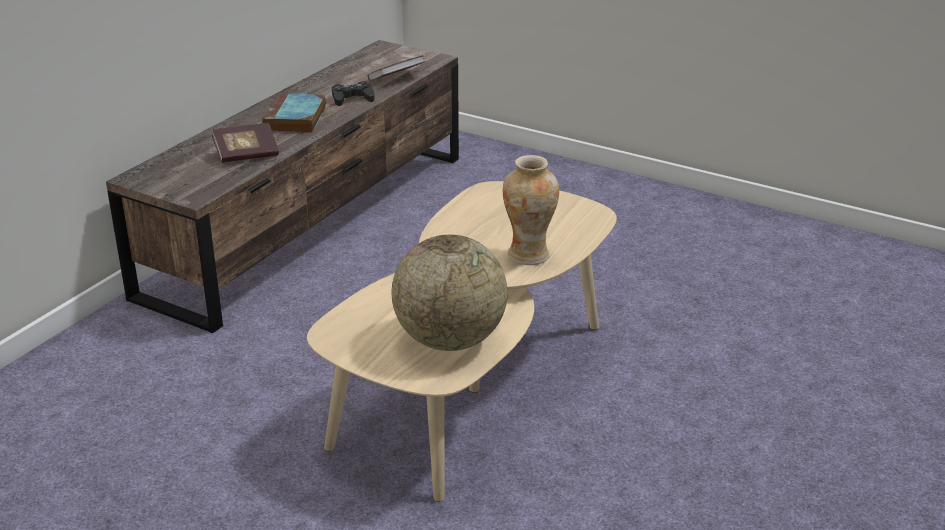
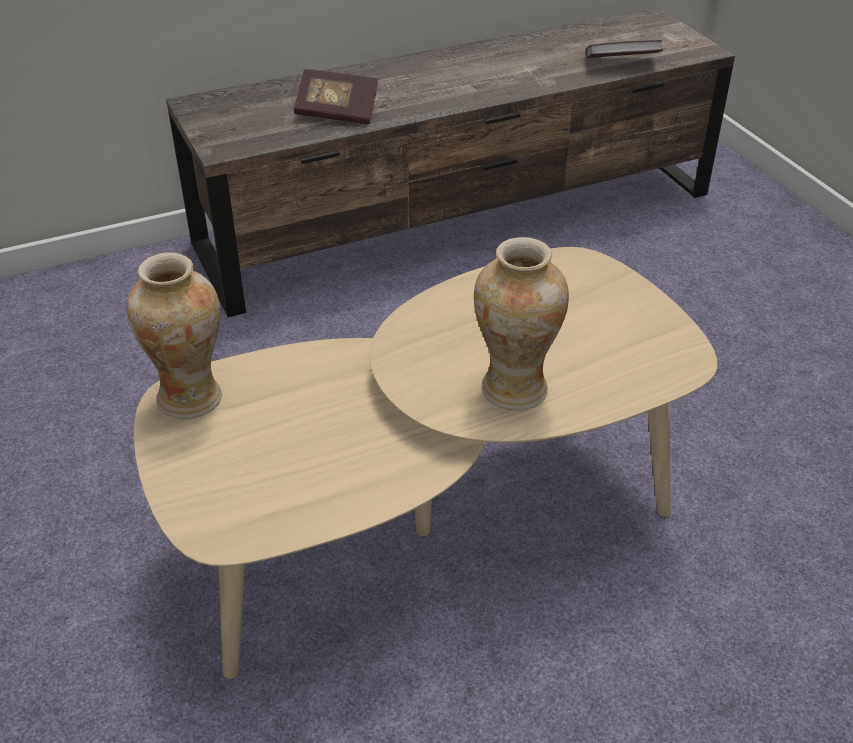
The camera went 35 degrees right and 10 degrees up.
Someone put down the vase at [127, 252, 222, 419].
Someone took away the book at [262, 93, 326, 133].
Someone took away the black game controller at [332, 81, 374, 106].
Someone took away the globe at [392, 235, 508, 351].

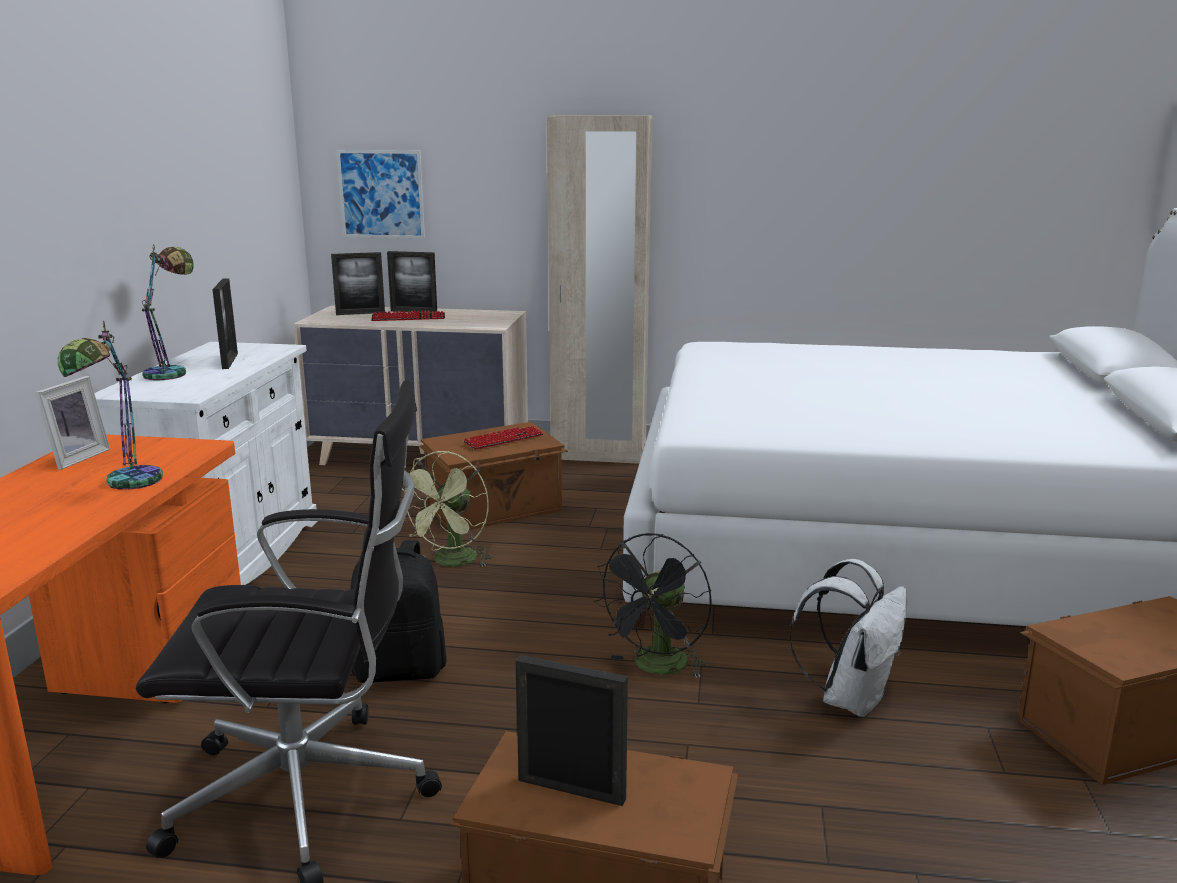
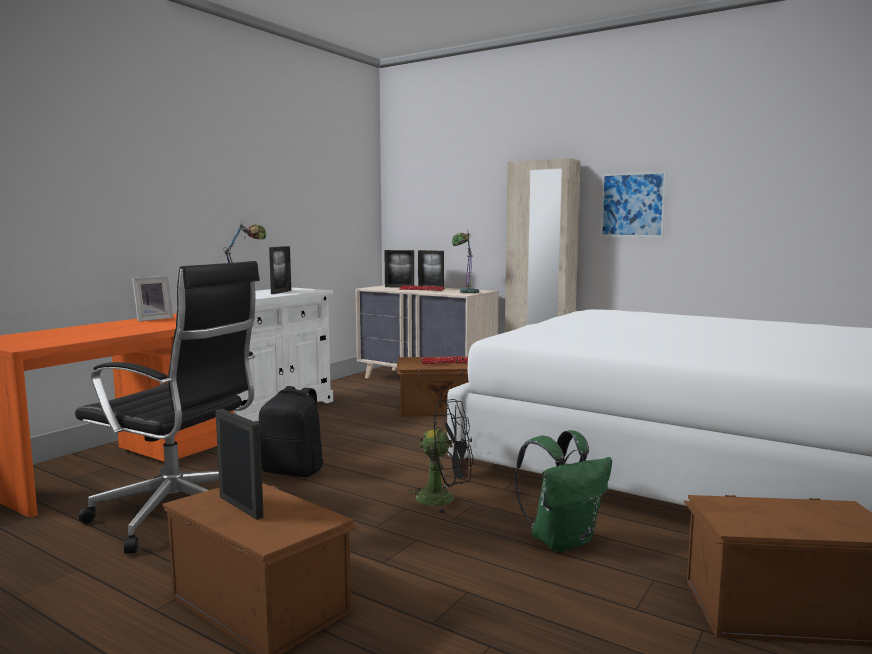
The camera went 25 degrees right and 10 degrees down.
Someone rotated the black fan at [594, 533, 712, 678] by 135 degrees counterclockwise.
Someone carried the table lamp from [58, 321, 163, 490] to [452, 232, 479, 293].
Someone repainted the white backpack at [789, 559, 907, 717], which became the green backpack at [515, 430, 612, 552].
Someone carried the picture from [337, 150, 425, 239] to [600, 171, 667, 237].
Someone took away the green fan at [402, 451, 492, 567].

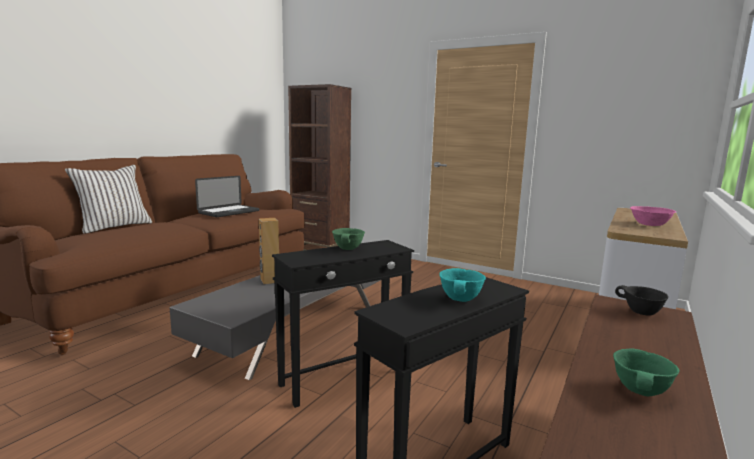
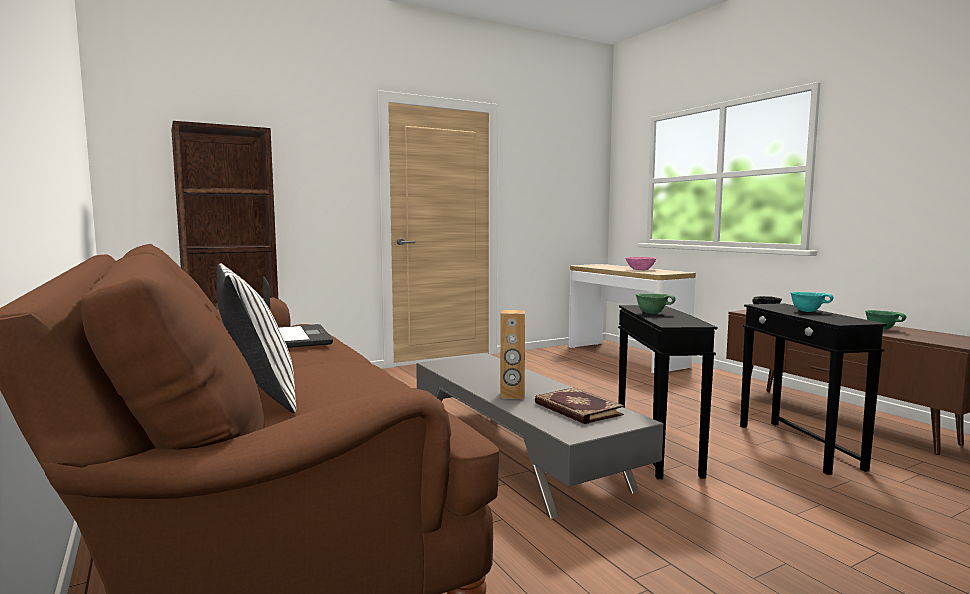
The camera went 60 degrees left and 5 degrees down.
Someone put down the book at [535, 387, 624, 424].

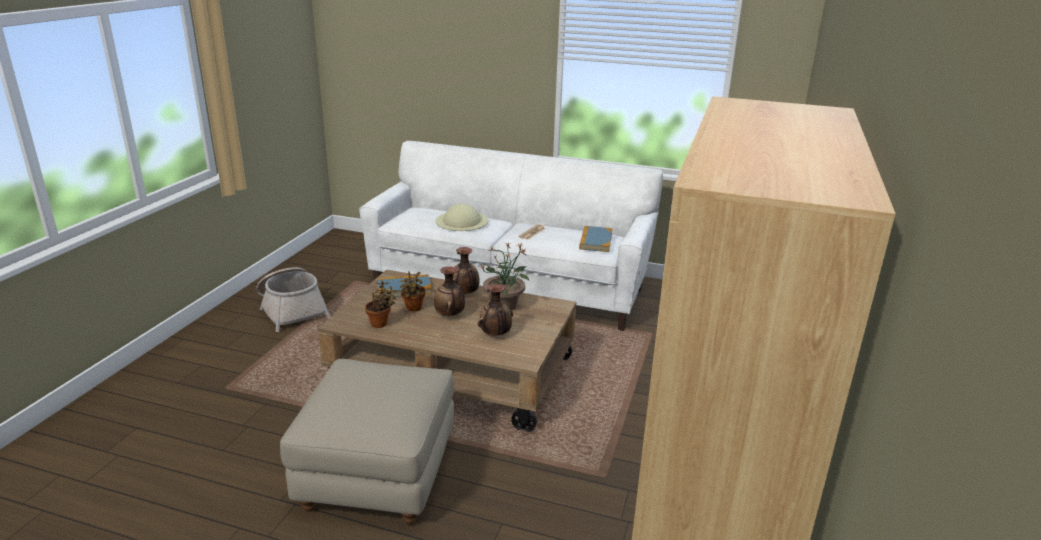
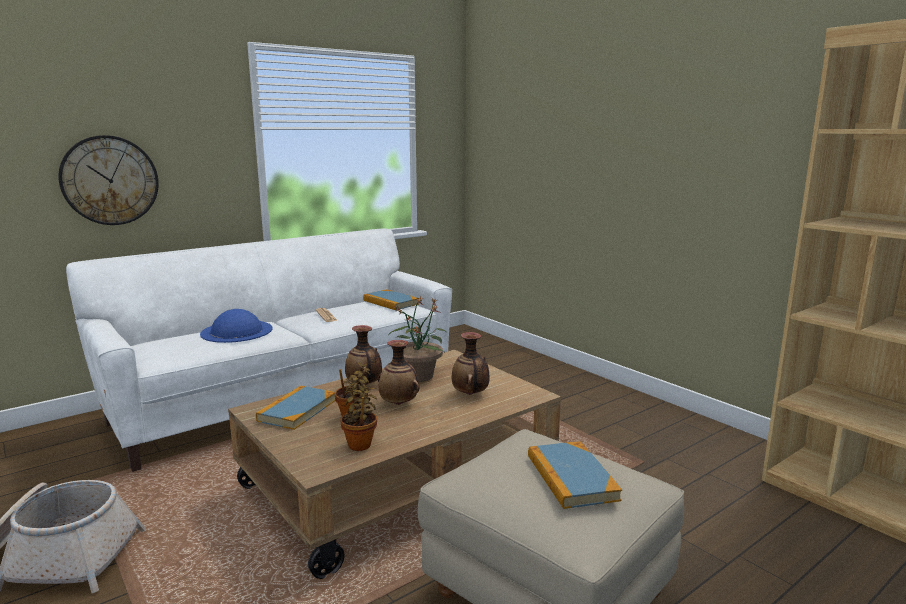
The camera went 55 degrees left and 10 degrees down.
Someone put up the wall clock at [59, 135, 159, 225].
Someone repainted the beige hat at [435, 204, 488, 231], which became the blue hat at [200, 309, 272, 343].
Someone put down the book at [528, 441, 622, 509].

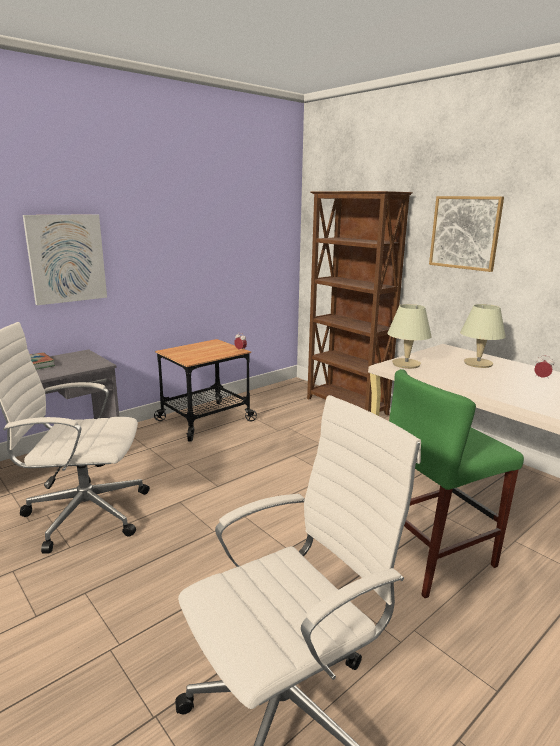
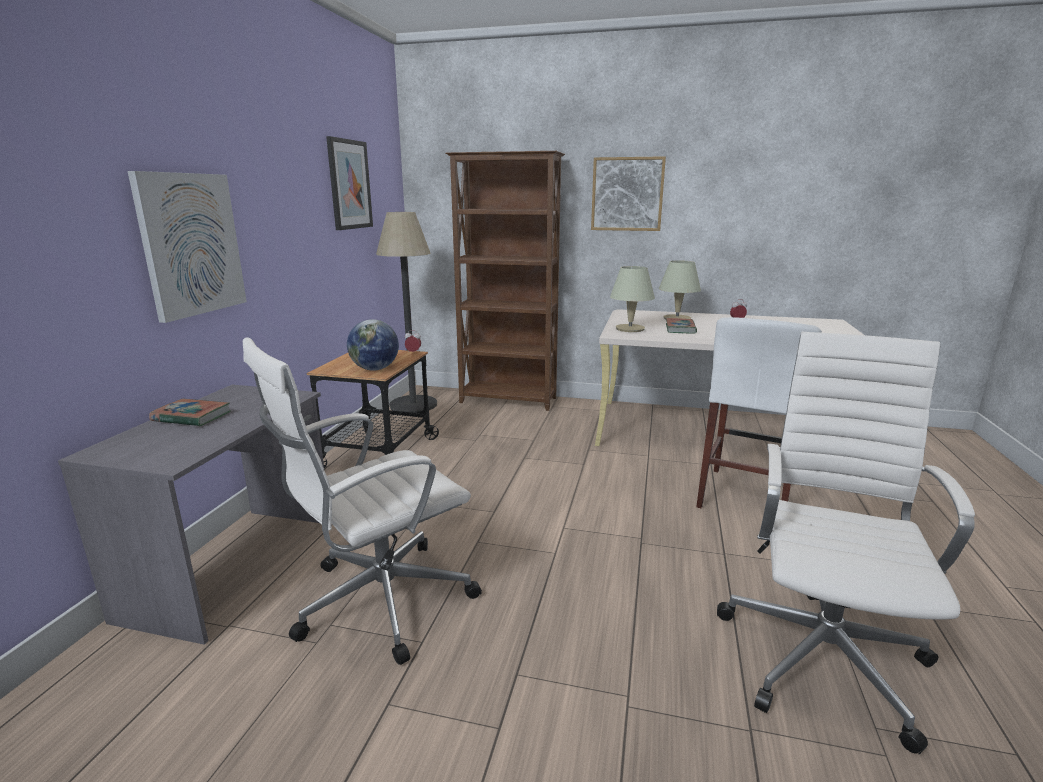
The camera went 35 degrees left and 0 degrees up.
Someone put up the picture at [326, 136, 373, 230].
Someone put down the globe at [347, 319, 399, 371].
Someone put down the floor lamp at [376, 212, 437, 413].
Someone put down the book at [666, 318, 697, 333].
Someone repainted the green stool at [389, 369, 524, 598], which became the white stool at [696, 317, 822, 508].

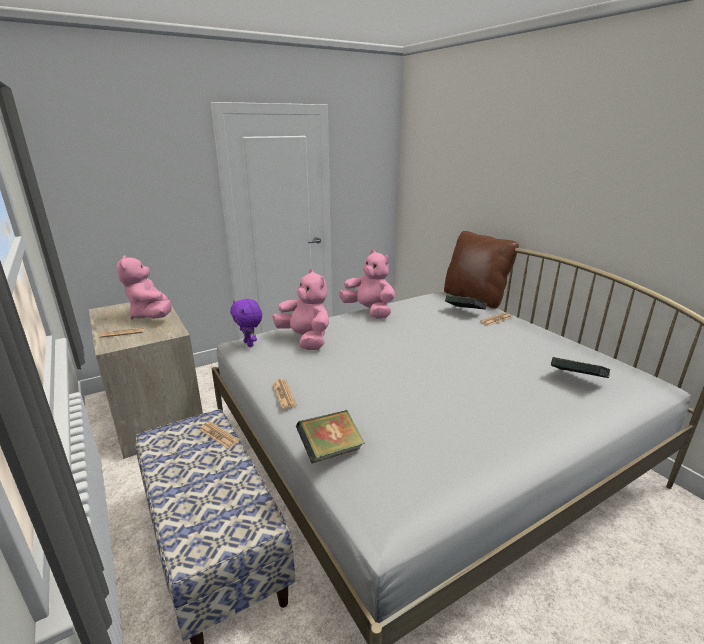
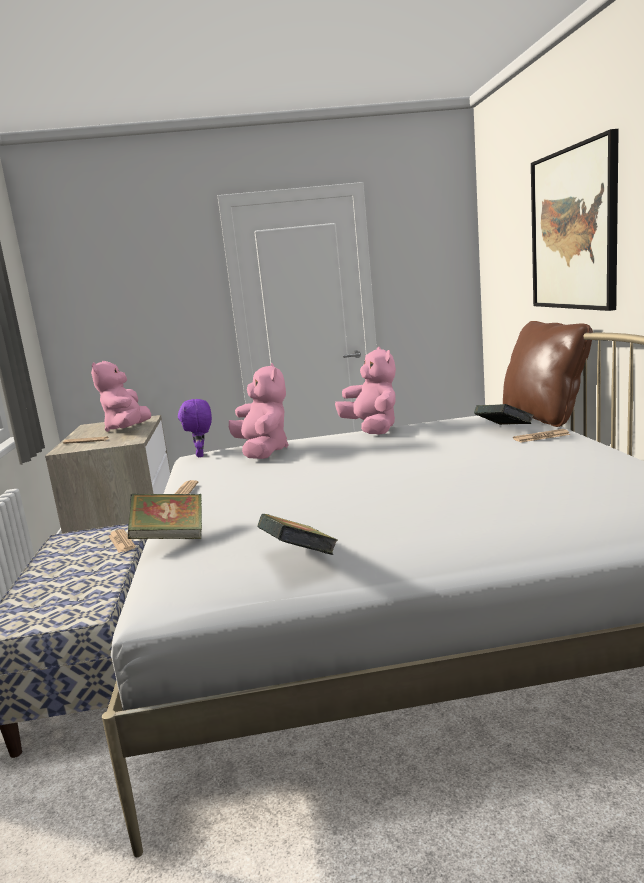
The camera went 25 degrees right and 10 degrees down.
Someone carried the book from [551, 357, 610, 378] to [257, 514, 338, 555].
Someone put up the picture at [531, 129, 619, 311].

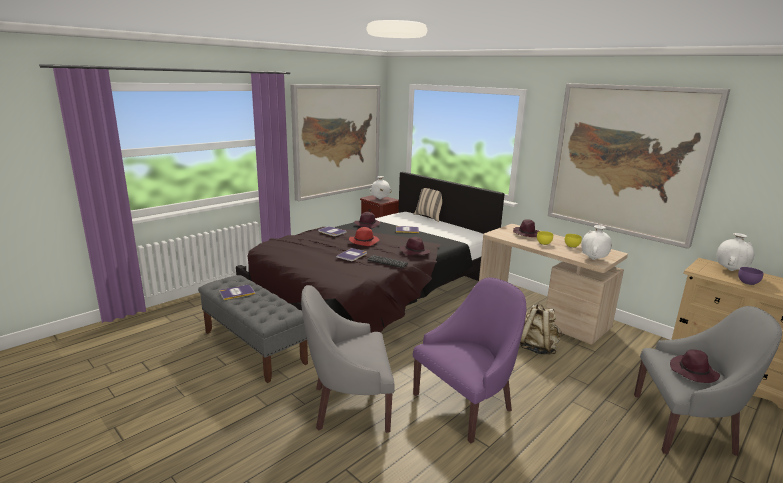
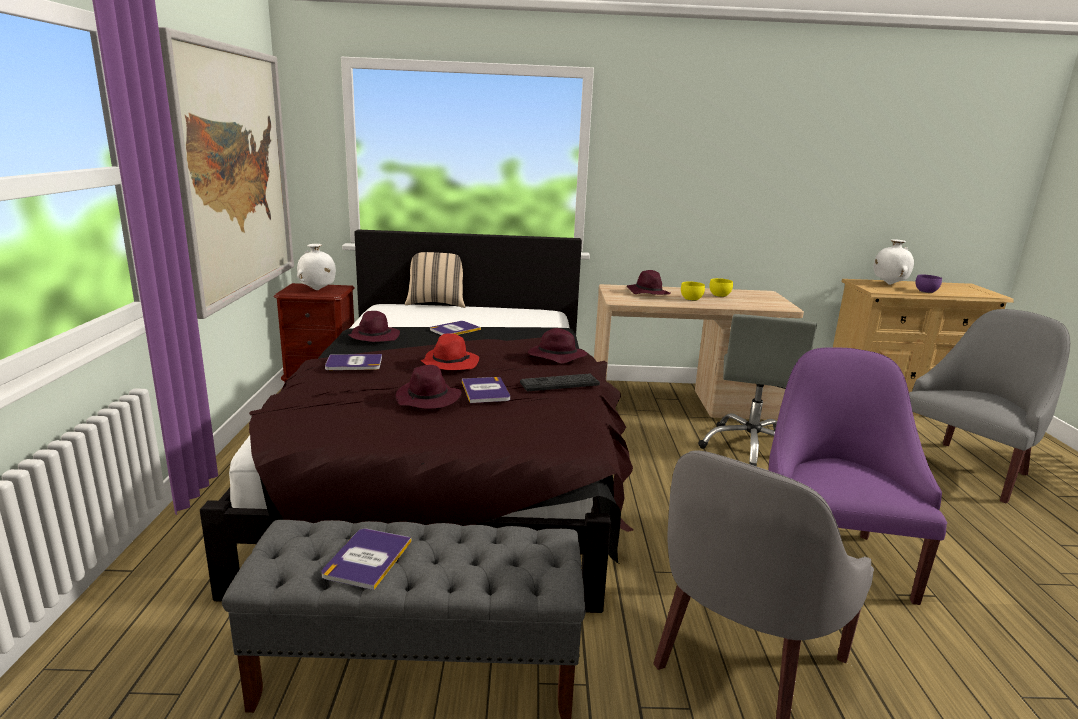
The camera went 45 degrees left and 0 degrees up.
Someone carried the purple hat from [670, 349, 720, 383] to [395, 365, 461, 409].
Someone swapped the beige backpack at [520, 303, 562, 355] for the grey office chair at [698, 314, 817, 467].
Someone took away the picture at [548, 83, 730, 249].
Someone took away the white vase at [581, 225, 612, 260].

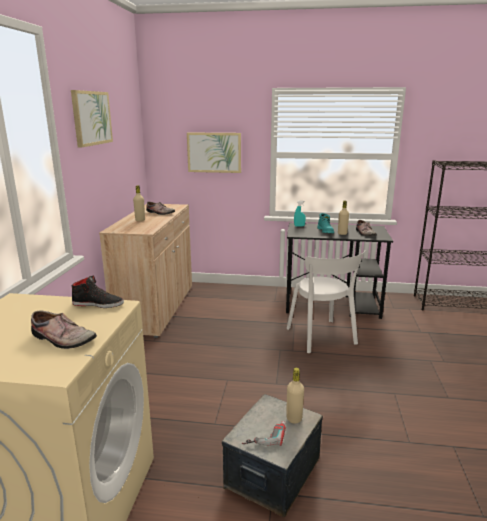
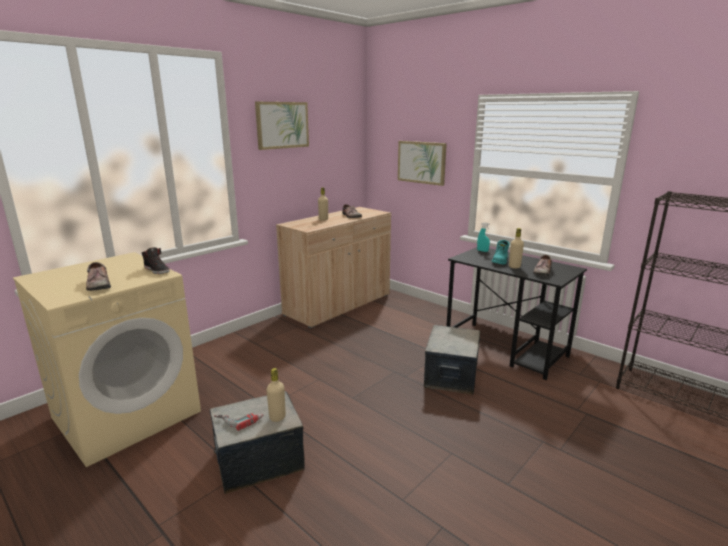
The camera went 35 degrees right and 0 degrees up.
Someone swapped the white chair at [287, 251, 365, 353] for the storage box at [424, 325, 480, 395].

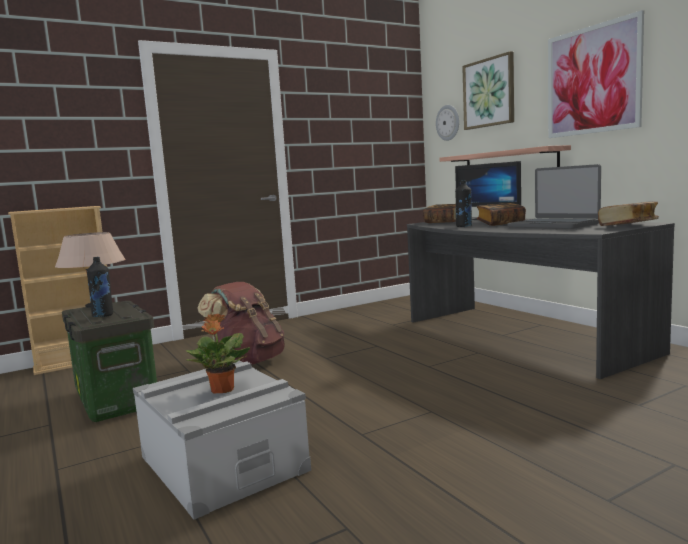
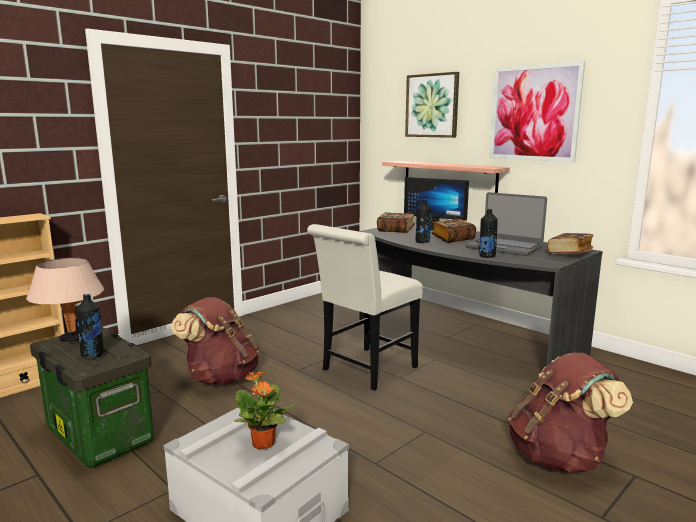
The camera went 15 degrees left and 5 degrees up.
Someone put down the white chair at [307, 224, 423, 391].
Someone put down the black bottle at [479, 209, 498, 258].
Someone put down the brown backpack at [508, 353, 633, 473].
Someone took away the wall clock at [436, 105, 459, 141].

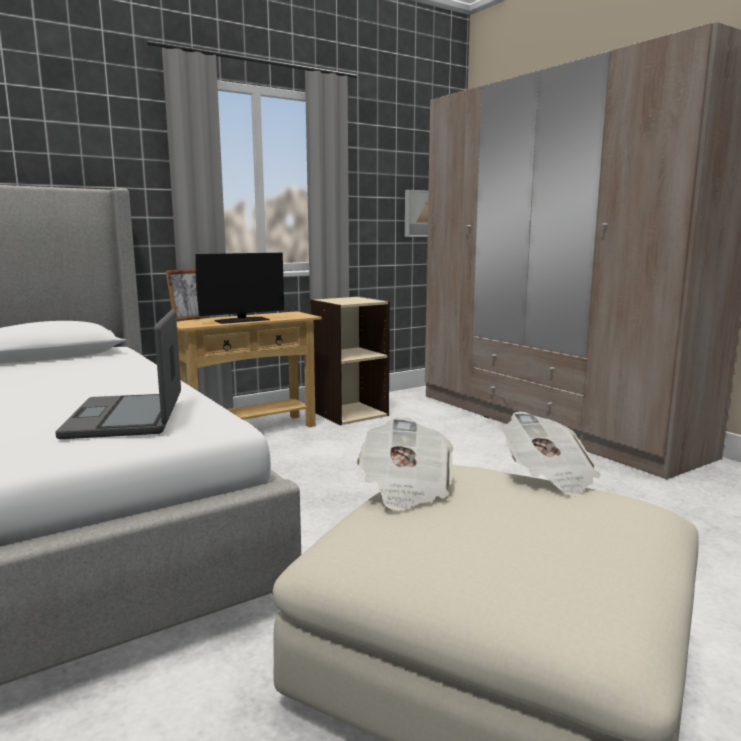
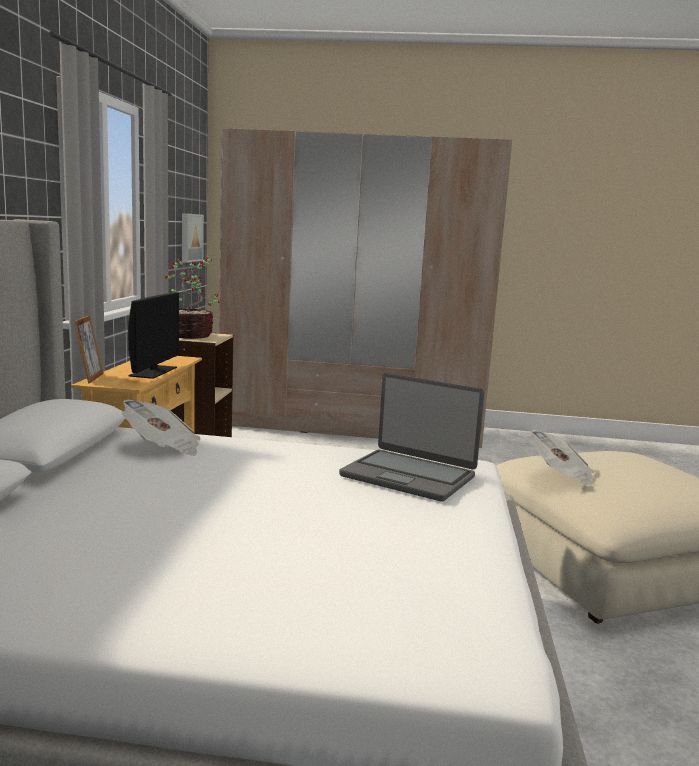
The camera went 50 degrees left and 0 degrees up.
Someone carried the newspaper from [502, 412, 600, 497] to [122, 399, 200, 456].
Someone put down the potted plant at [164, 258, 220, 339].

